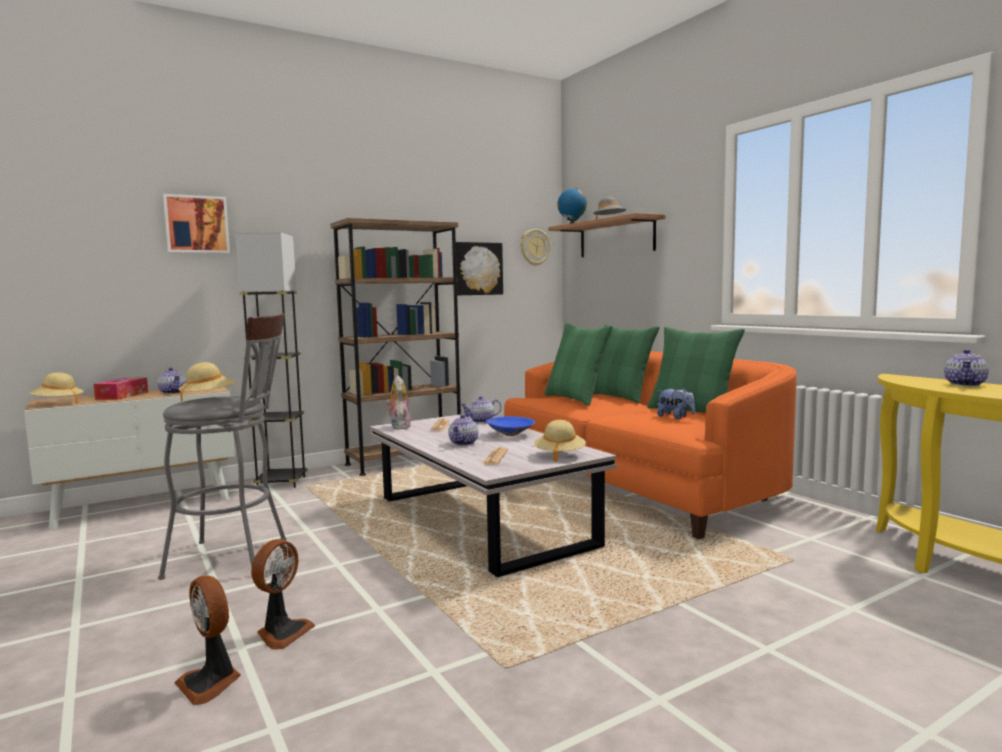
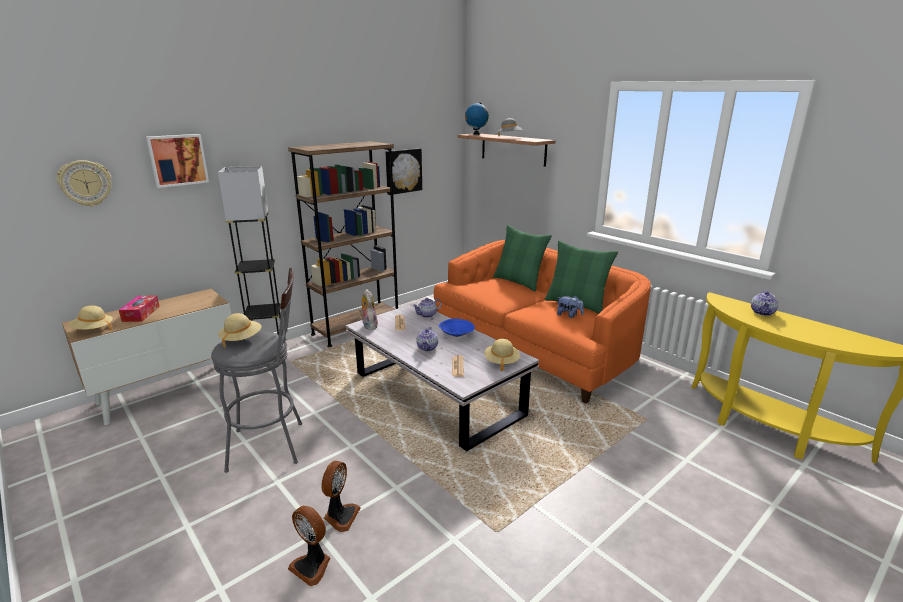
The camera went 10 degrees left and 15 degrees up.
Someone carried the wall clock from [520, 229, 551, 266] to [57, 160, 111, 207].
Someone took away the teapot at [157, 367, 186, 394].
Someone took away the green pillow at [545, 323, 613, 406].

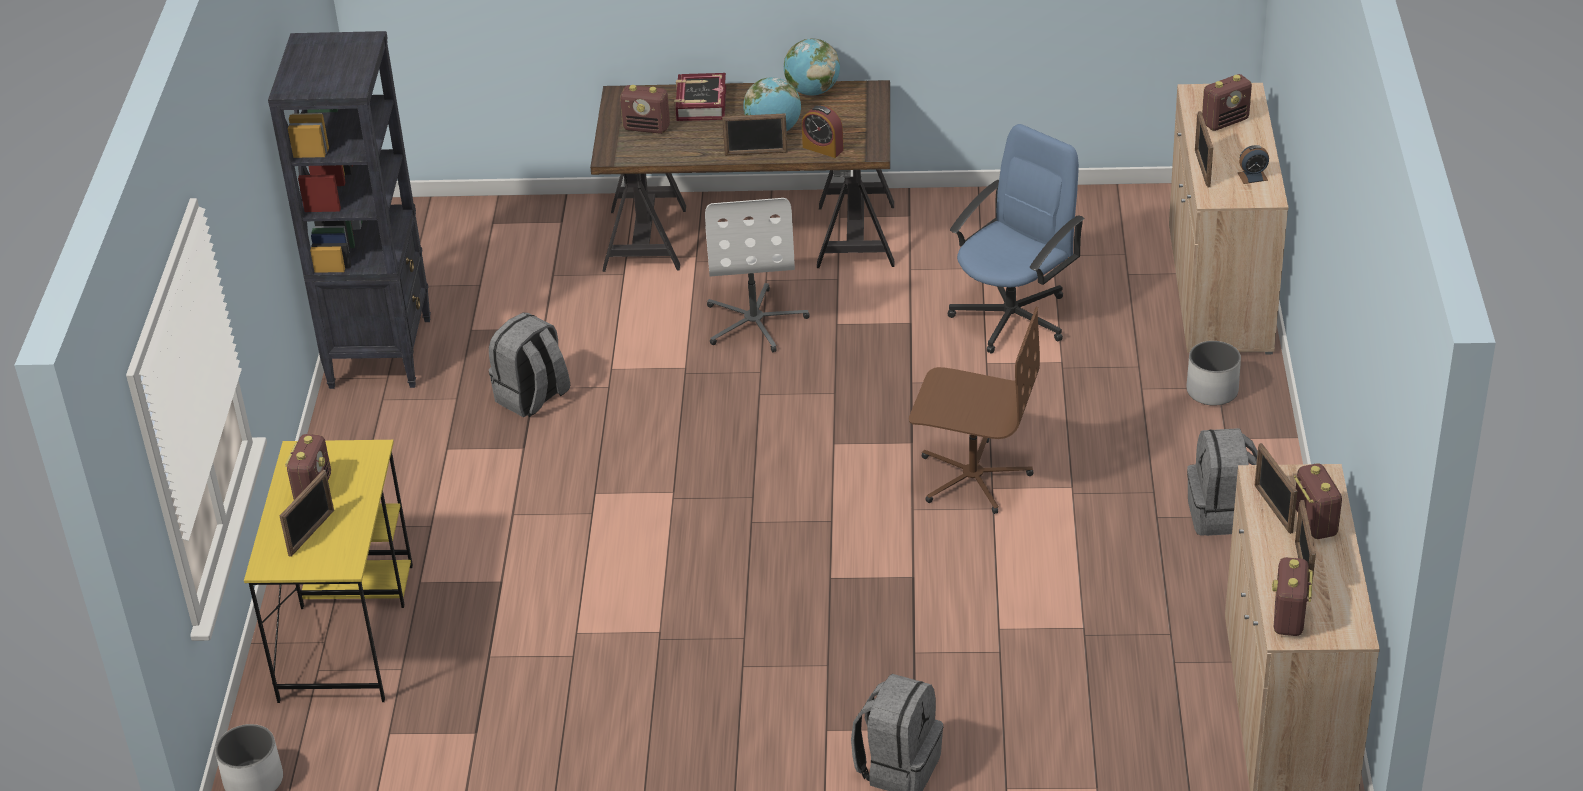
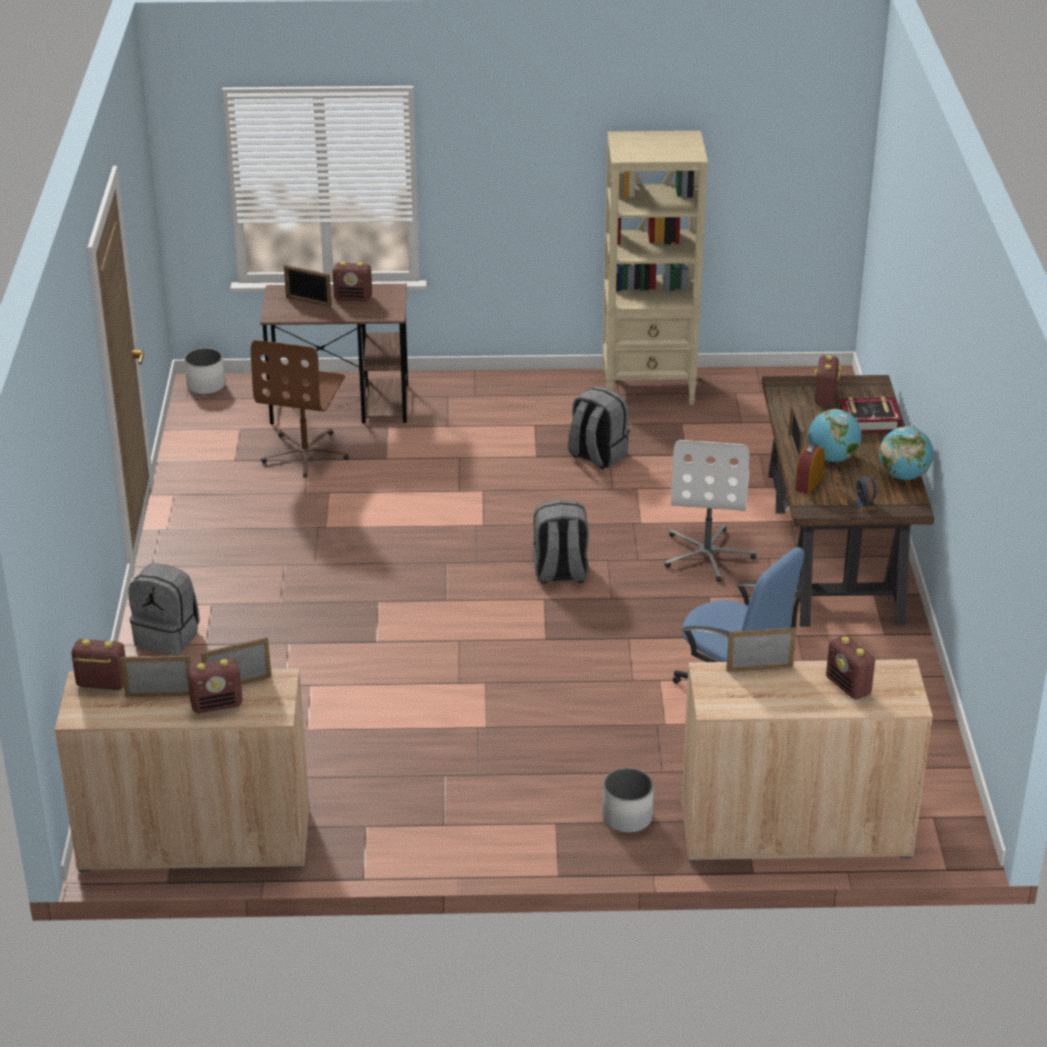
The camera went 85 degrees right and 5 degrees down.
Someone carried the brown office chair from [909, 307, 1040, 514] to [251, 340, 349, 478].
Someone repainted the yellow desk at [244, 440, 413, 703], which became the brown desk at [260, 284, 408, 424].
Someone carried the grey backpack from [1187, 428, 1258, 536] to [533, 500, 589, 584].
Someone repainted the black bookcase at [268, 31, 431, 389], which became the beige bookcase at [603, 131, 708, 405].
Someone rotated the white office chair at [705, 198, 810, 352] by 75 degrees counterclockwise.
Someone carried the alarm clock from [1237, 145, 1269, 184] to [852, 476, 877, 512].

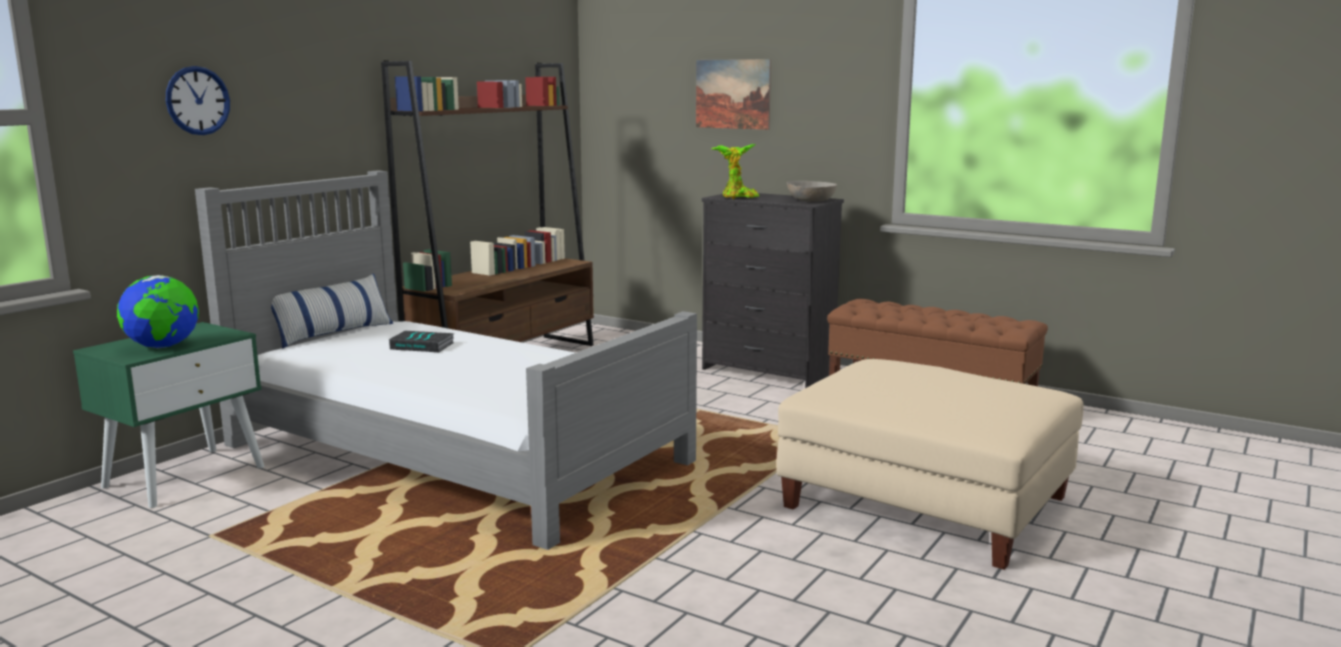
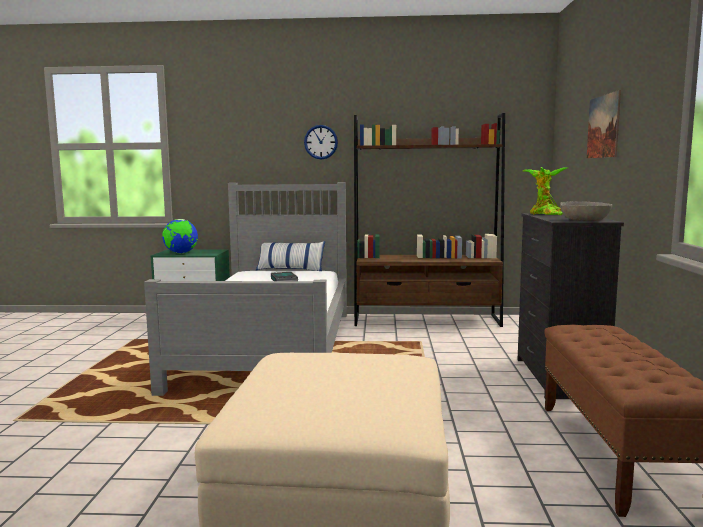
The camera went 60 degrees right and 5 degrees down.
Someone carried the wall clock from [166, 66, 230, 135] to [304, 125, 338, 160].

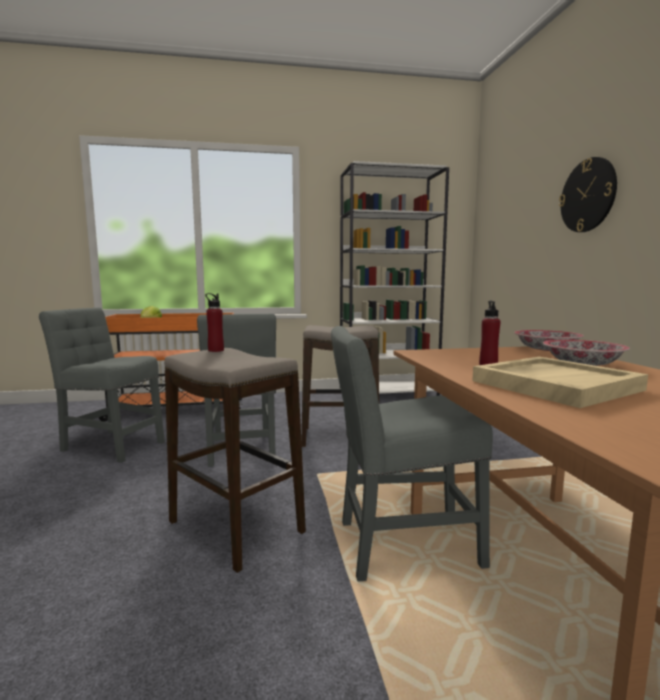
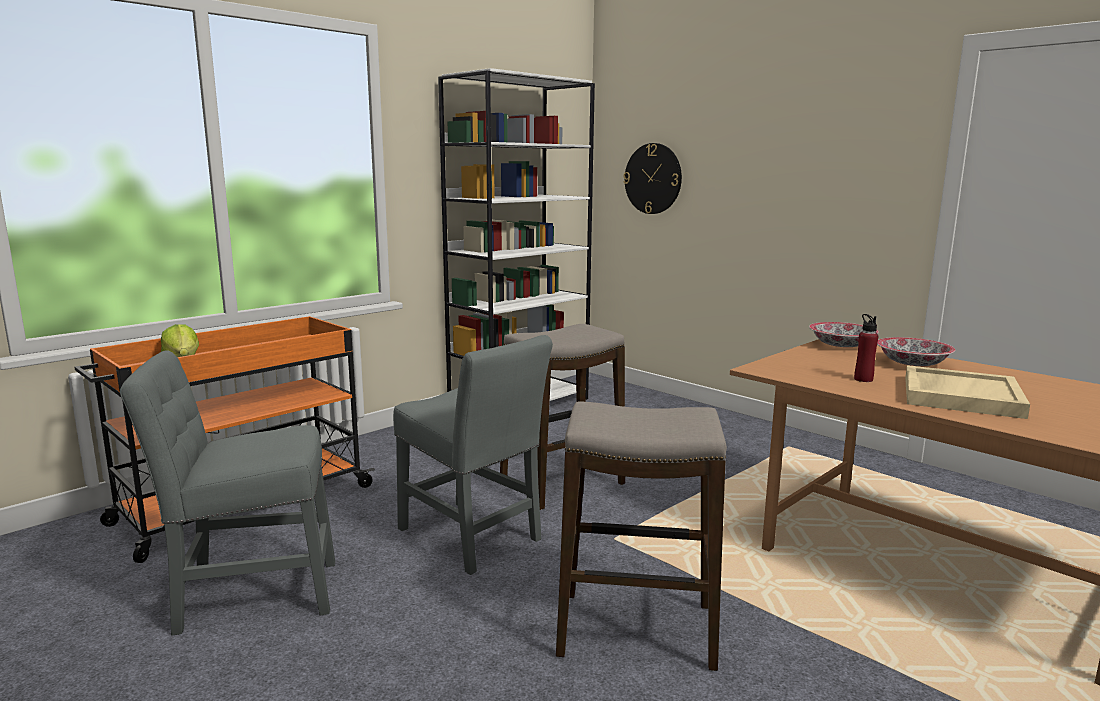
The camera went 35 degrees left and 5 degrees up.
Someone carried the wall clock from [559, 157, 617, 232] to [623, 143, 682, 214].
Someone took away the red bottle at [206, 293, 224, 352].
Someone took away the grey chair at [331, 326, 493, 581].

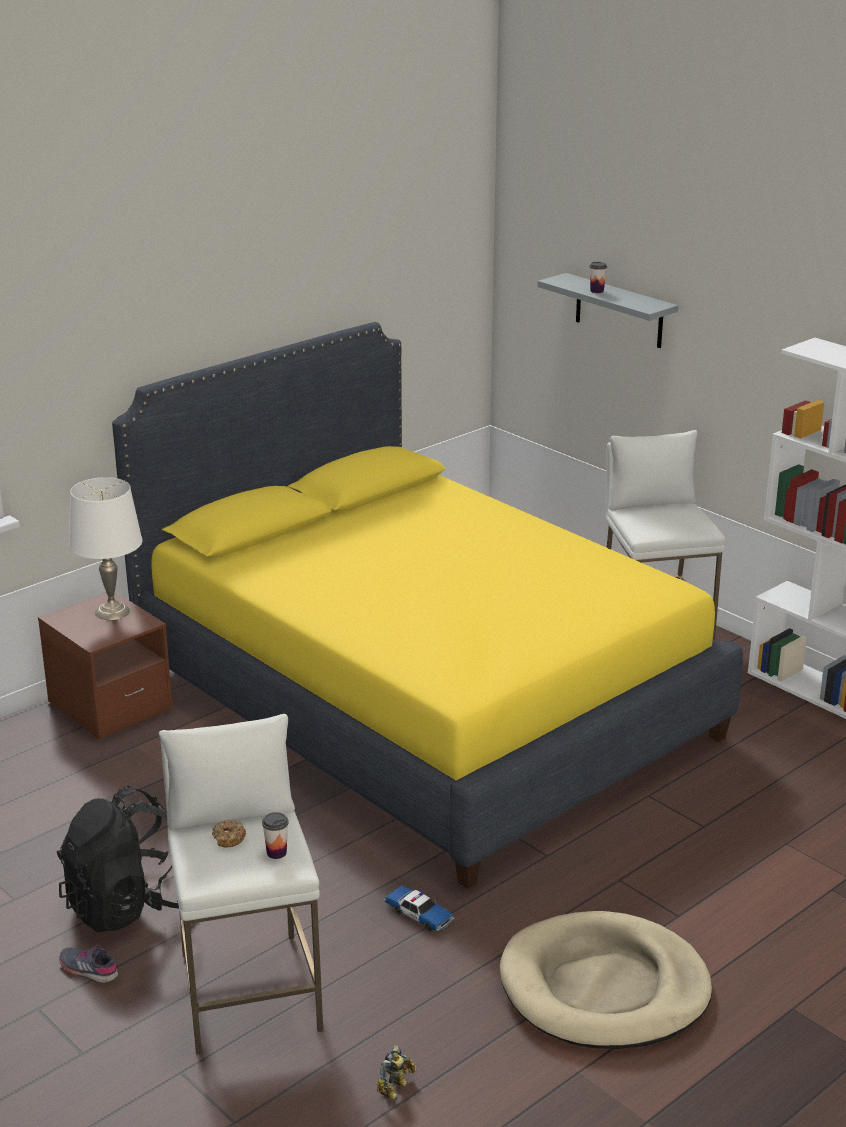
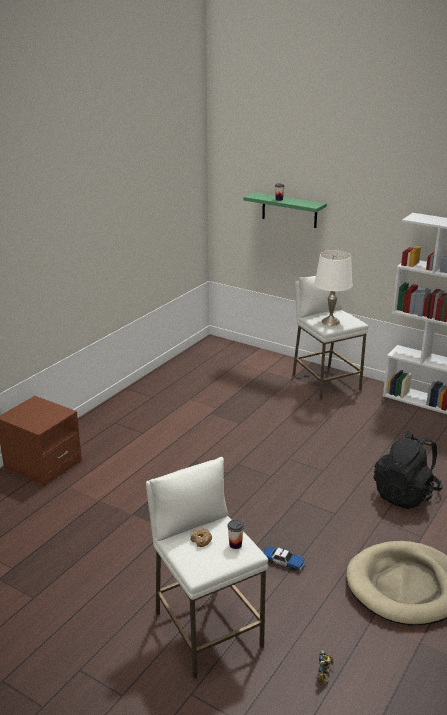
The camera went 15 degrees left and 0 degrees up.
Someone repainted the grey shelf at [537, 273, 678, 348], which became the green shelf at [244, 192, 327, 228].
Someone carried the white table lamp from [69, 477, 143, 620] to [314, 250, 353, 326].
Someone carried the black backpack from [57, 785, 179, 933] to [374, 431, 443, 509].
Someone took away the grey shoe at [59, 945, 118, 983].
Someone took away the yellow bed at [112, 322, 743, 889].

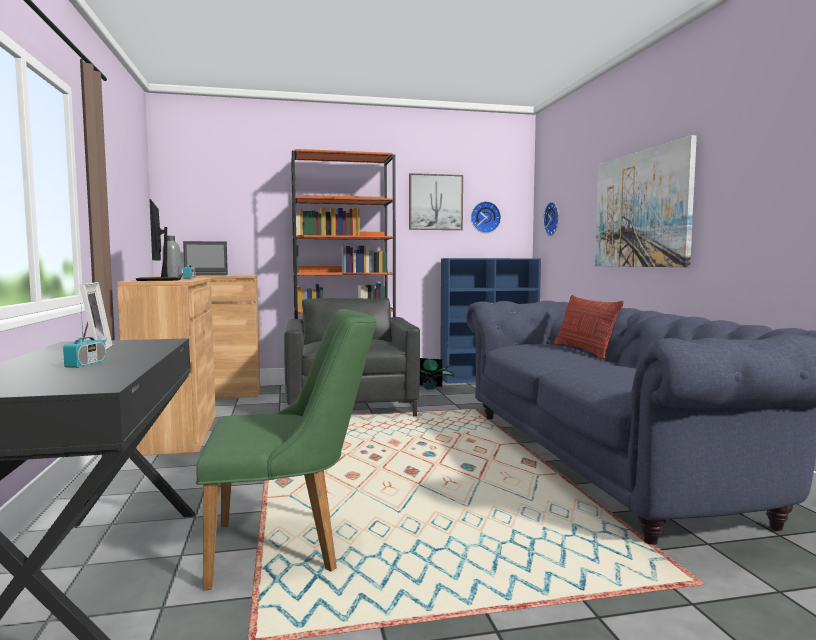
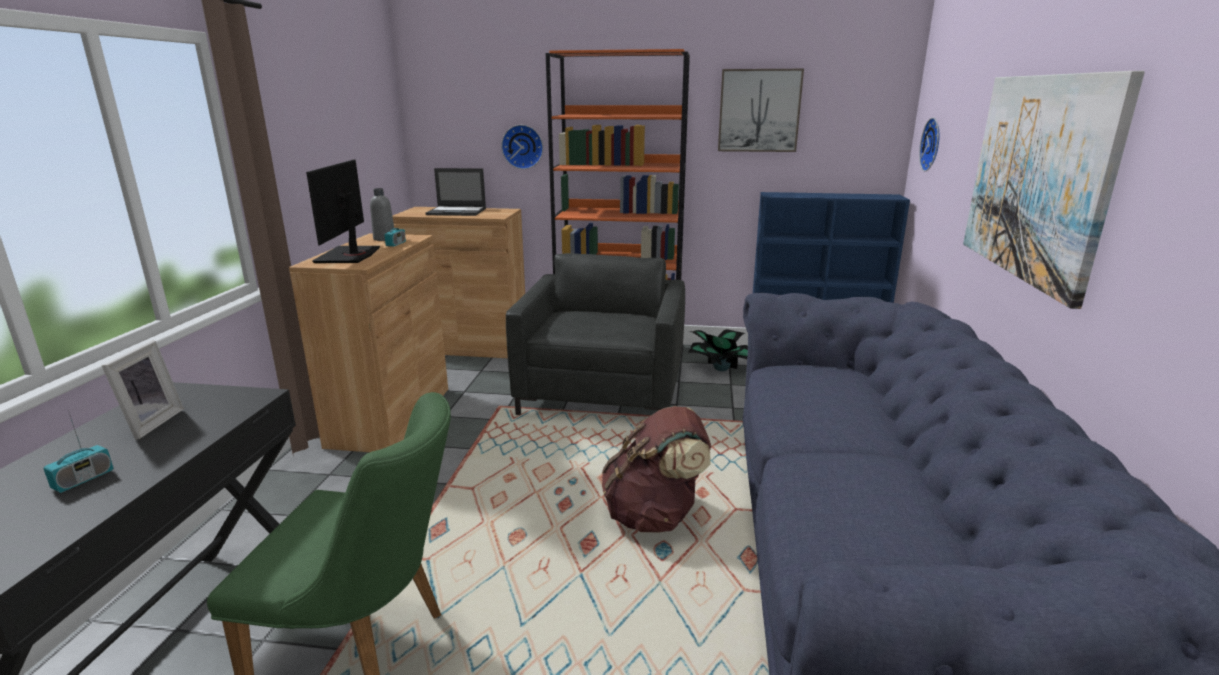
The camera went 20 degrees right and 15 degrees up.
Someone carried the wall clock from [471, 201, 501, 233] to [501, 125, 543, 169].
Someone put down the brown backpack at [602, 406, 711, 532].
Someone took away the pillow at [554, 295, 624, 359].

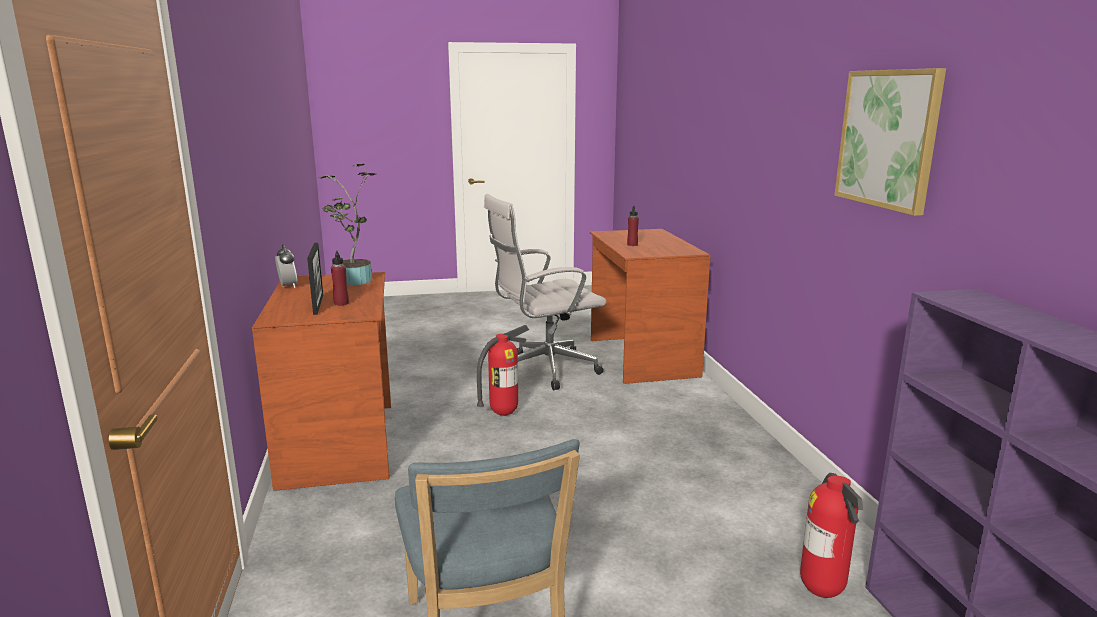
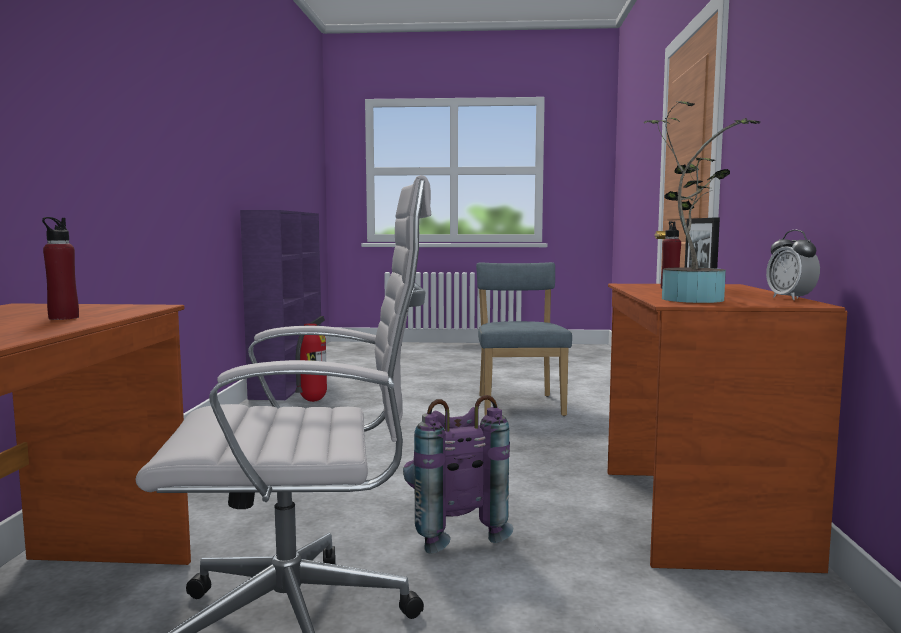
The camera went 165 degrees left and 10 degrees down.
Someone swapped the fire extinguisher at [477, 325, 529, 416] for the purple backpack at [403, 395, 514, 554].
Someone took away the picture at [834, 68, 946, 216].

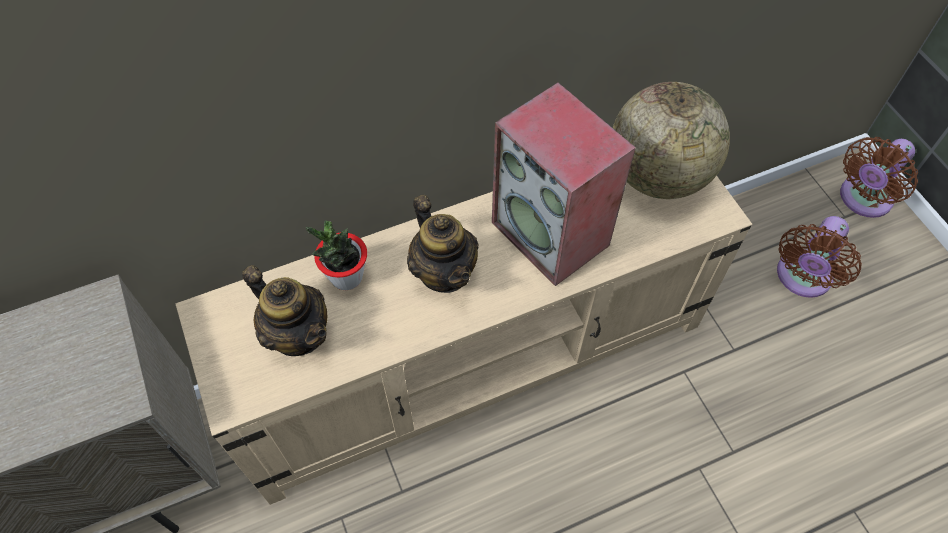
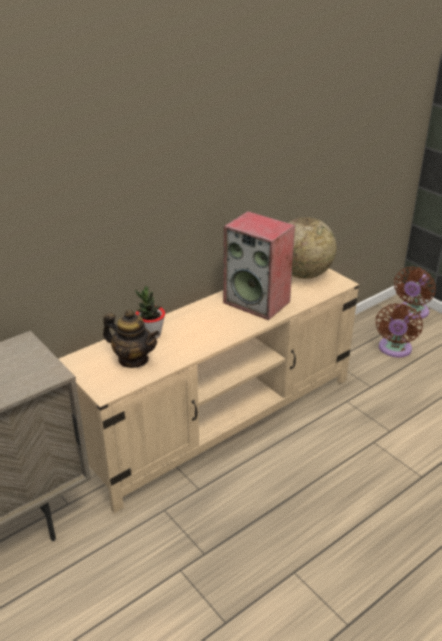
The camera went 15 degrees left and 25 degrees down.
Someone took away the teapot at [407, 195, 479, 293].

